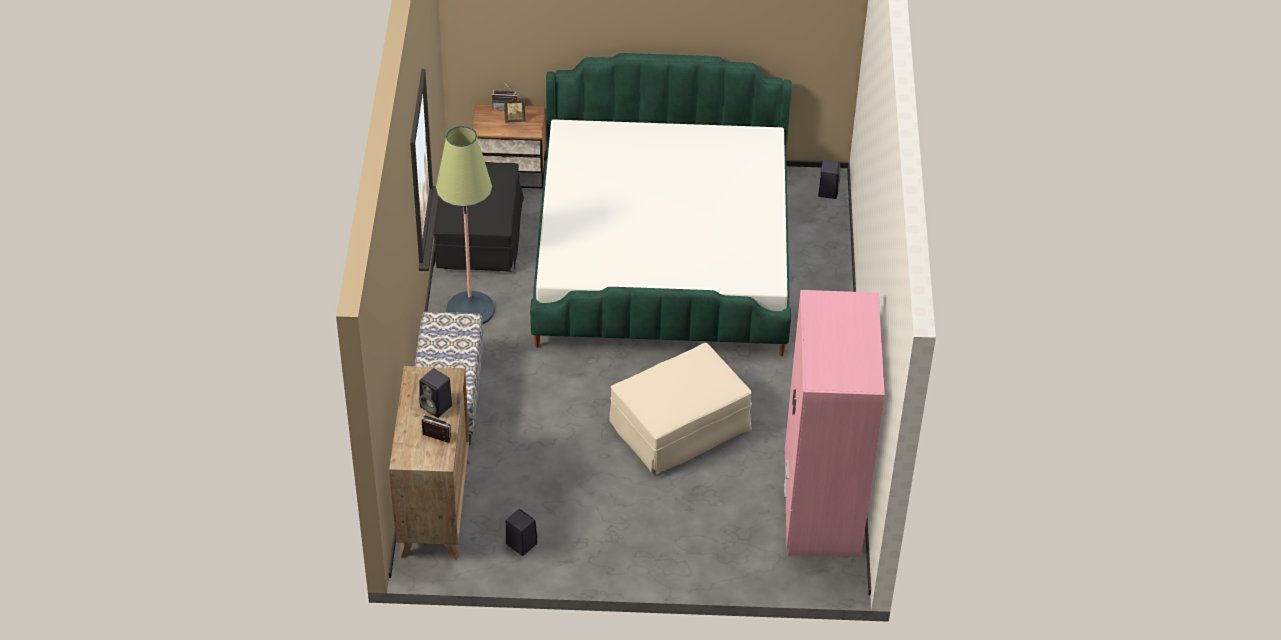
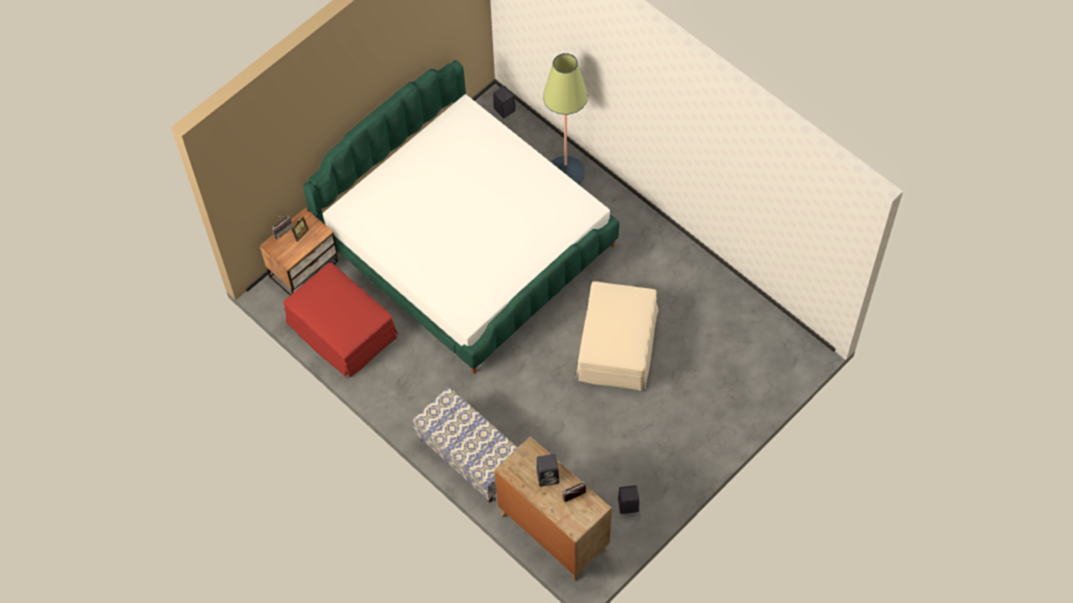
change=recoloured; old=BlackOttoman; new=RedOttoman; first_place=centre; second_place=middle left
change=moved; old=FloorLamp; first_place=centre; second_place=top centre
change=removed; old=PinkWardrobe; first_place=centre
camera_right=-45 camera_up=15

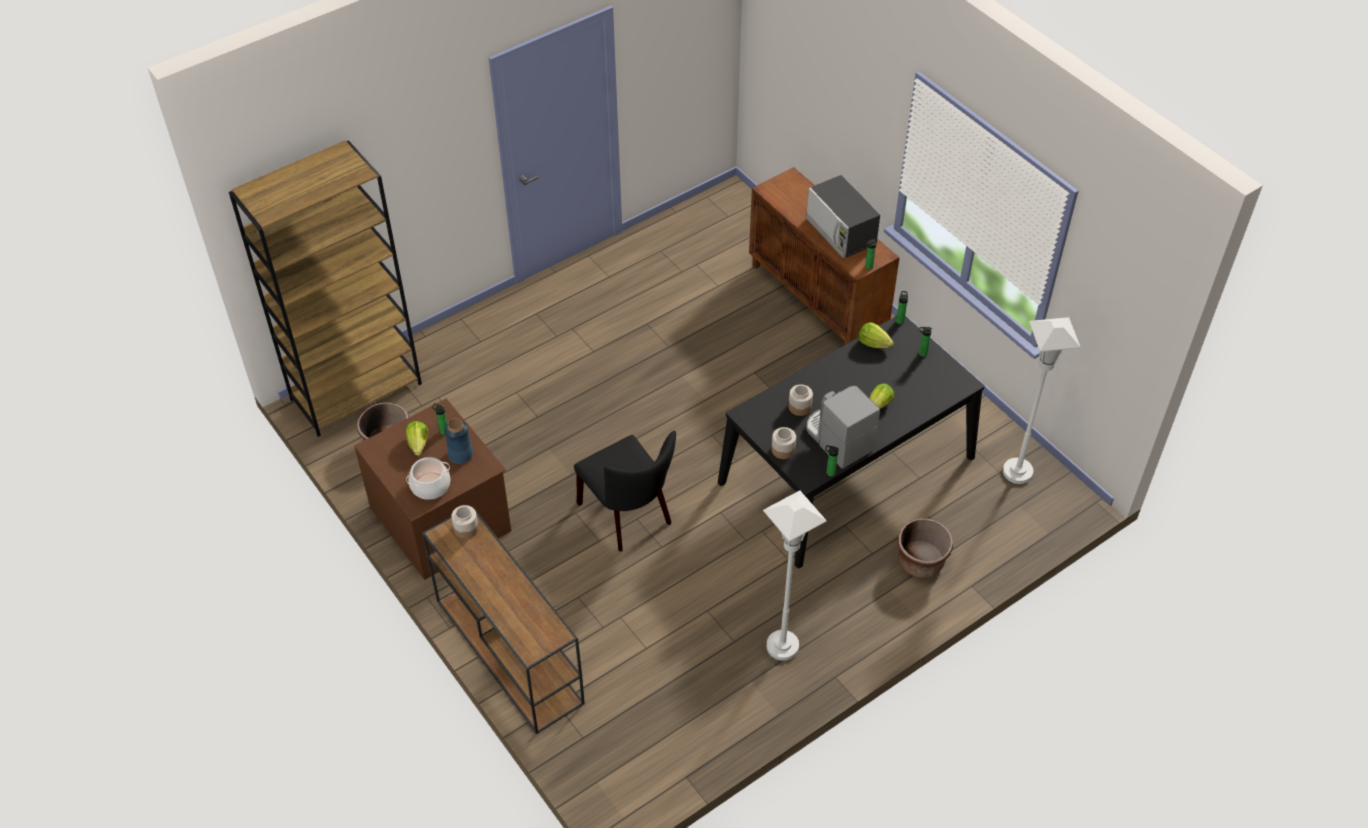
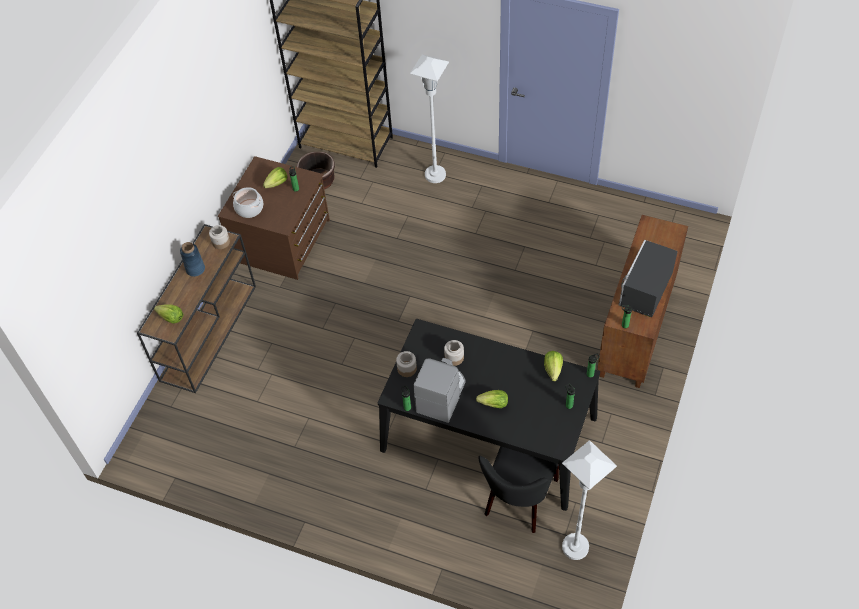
change=added; new=Lettuce (1st from left); second_place=middle left
change=moved; old=BlueVase; first_place=centre; second_place=middle left
change=moved; old=WhiteFloorLamp (1st from left); first_place=bottom centre; second_place=top centre
change=moved; old=BlackChair; first_place=centre; second_place=bottom centre
change=removed; old=BrownPlanter (2nd from left); first_place=middle right
camera_right=60 camera_up=5

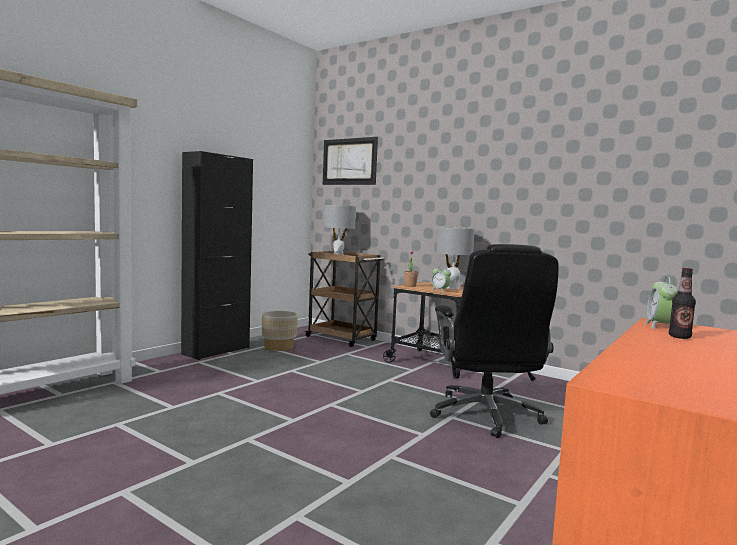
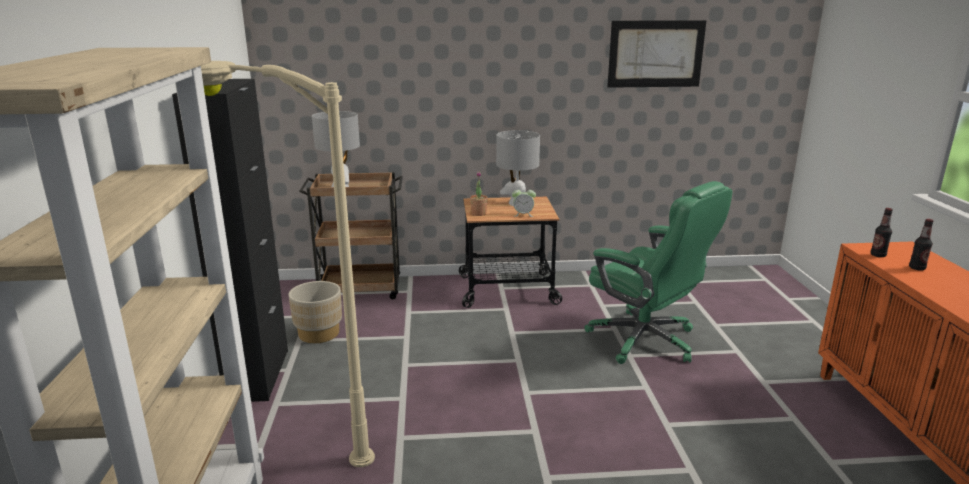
change=added; new=BeigeFloorLamp; second_place=middle left
change=recoloured; old=BlackOfficeChair; new=GreenOfficeChair; first_place=middle right; second_place=middle right
change=moved; old=Picture; first_place=top centre; second_place=top right
change=replaced; old=AlarmClock (2nd from left); new=Bottle (1st from left); first_place=middle right; second_place=middle right
camera_right=-40 camera_up=15

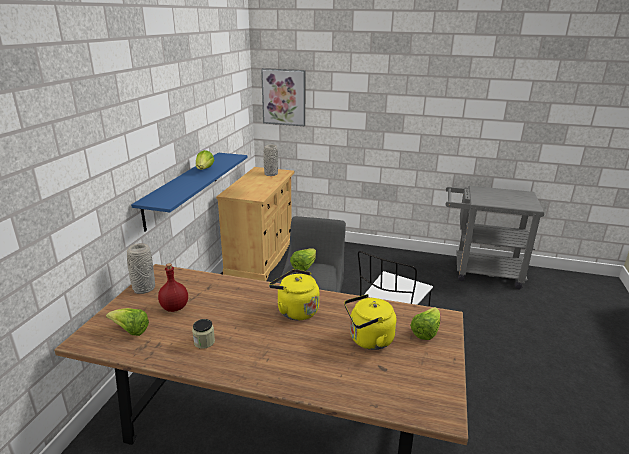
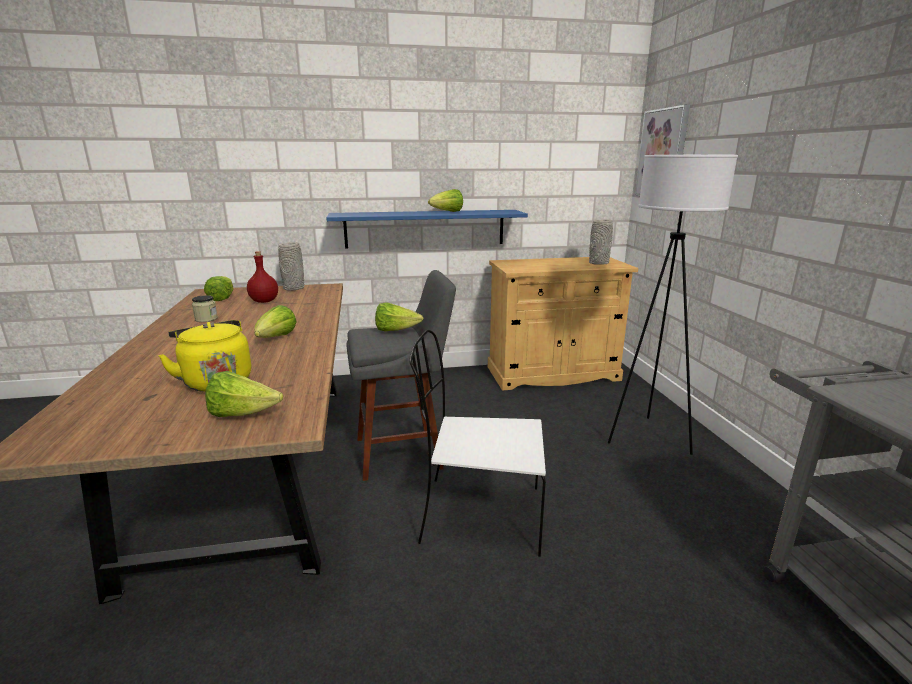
change=replaced; old=YellowKettle (1st from left); new=Lettuce (3rd from left); first_place=centre; second_place=middle left
change=added; new=WhiteFloorLamp; second_place=middle right
camera_right=65 camera_up=-5

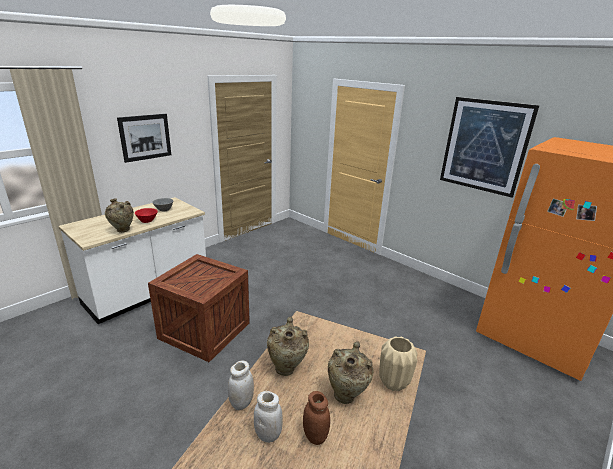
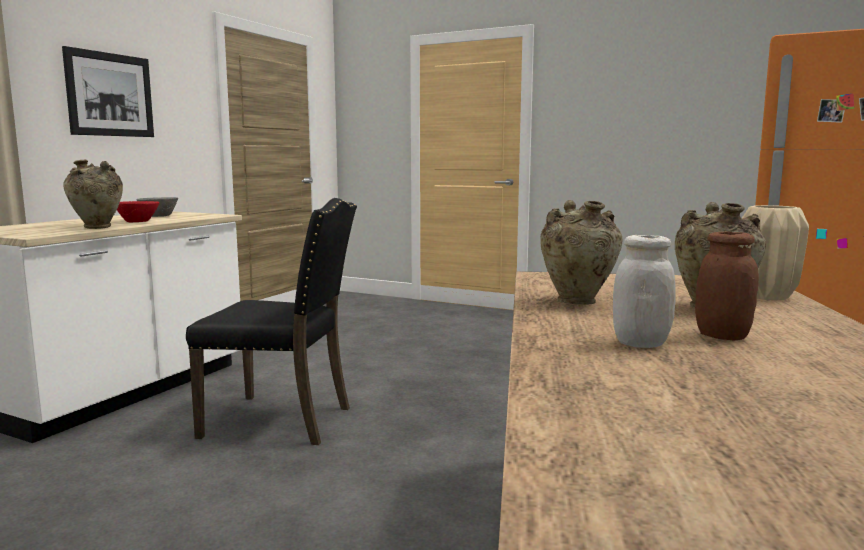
change=replaced; old=Crate; new=BlackChair; first_place=middle left; second_place=middle left
change=removed; old=WhiteJar (1st from left); first_place=bottom centre
change=removed; old=Picture (2nd from left); first_place=top right
camera_right=-15 camera_up=-15

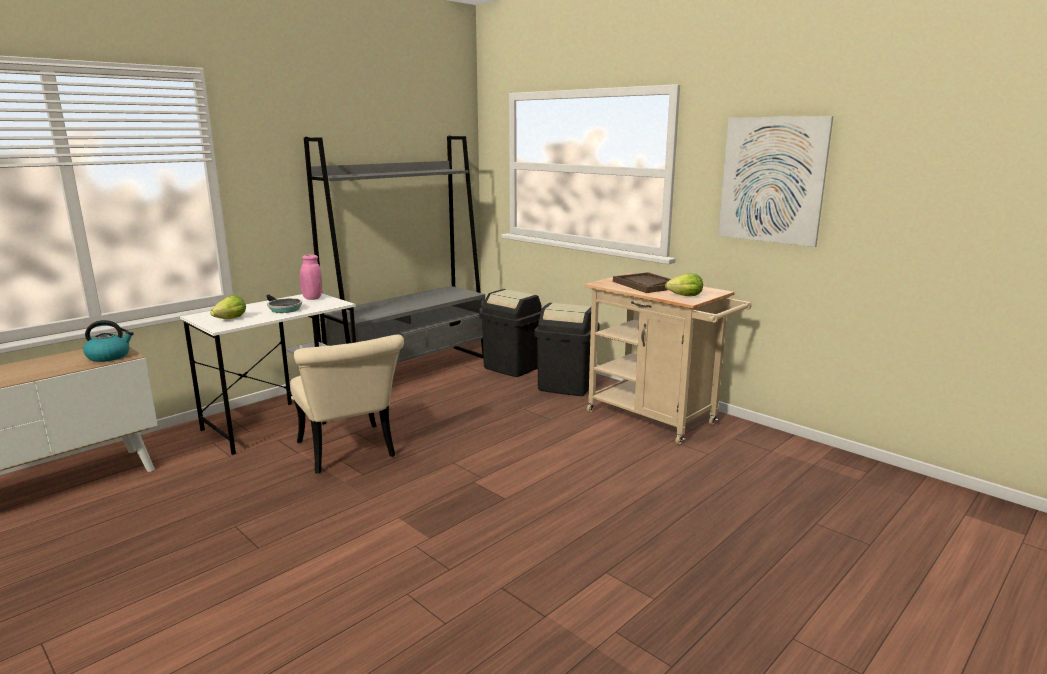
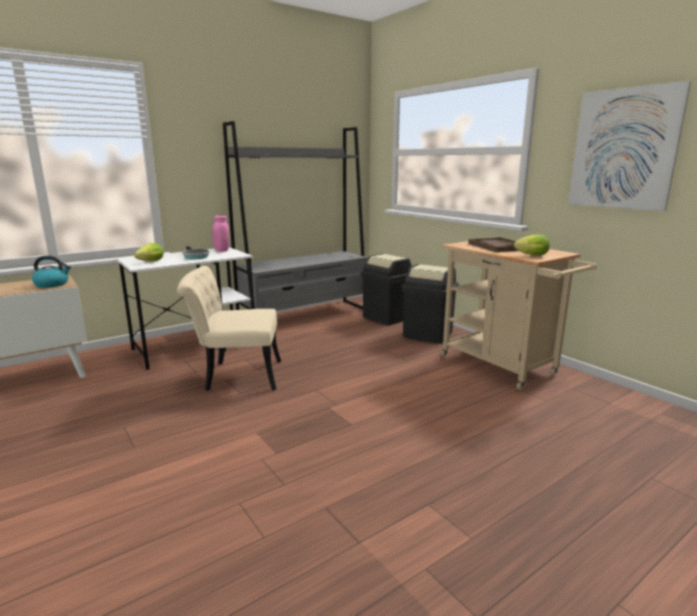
change=turned; old=BeigeChair; first_place=middle left; second_place=middle left; degrees=105
camera_right=10 camera_up=0

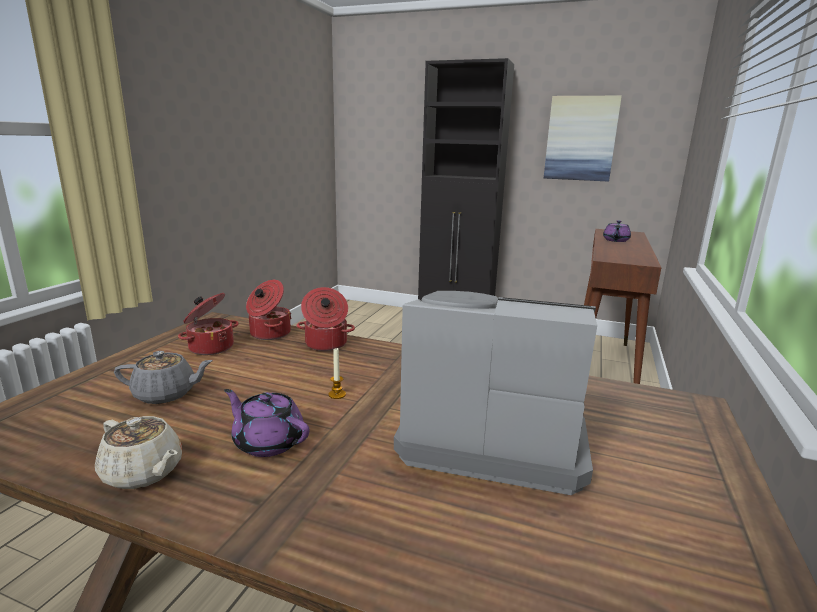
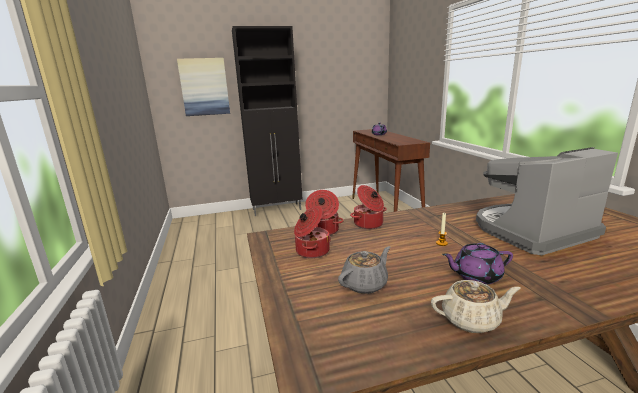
change=moved; old=Picture; first_place=top right; second_place=top left
camera_right=-35 camera_up=0

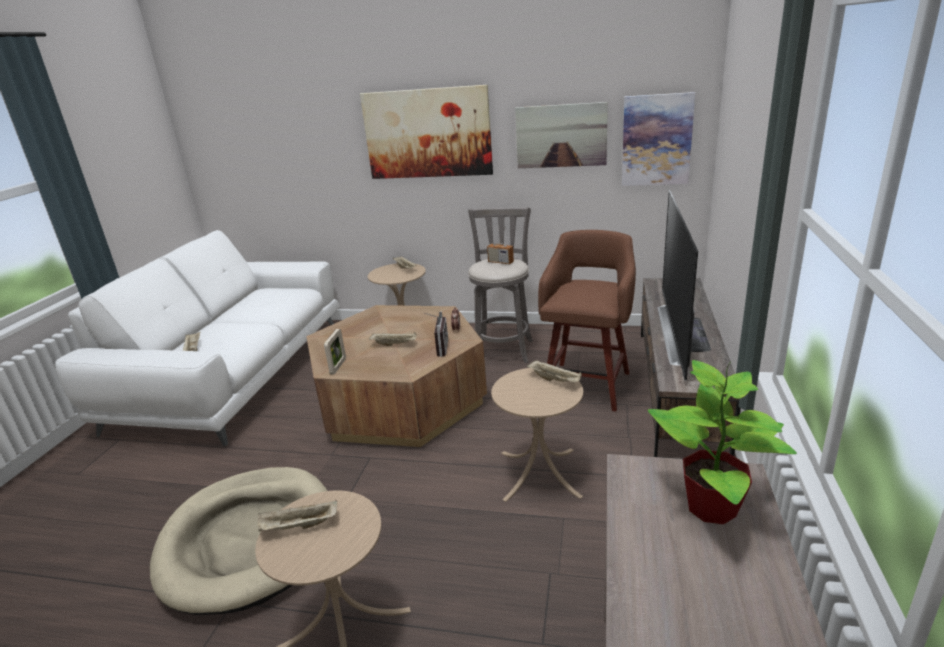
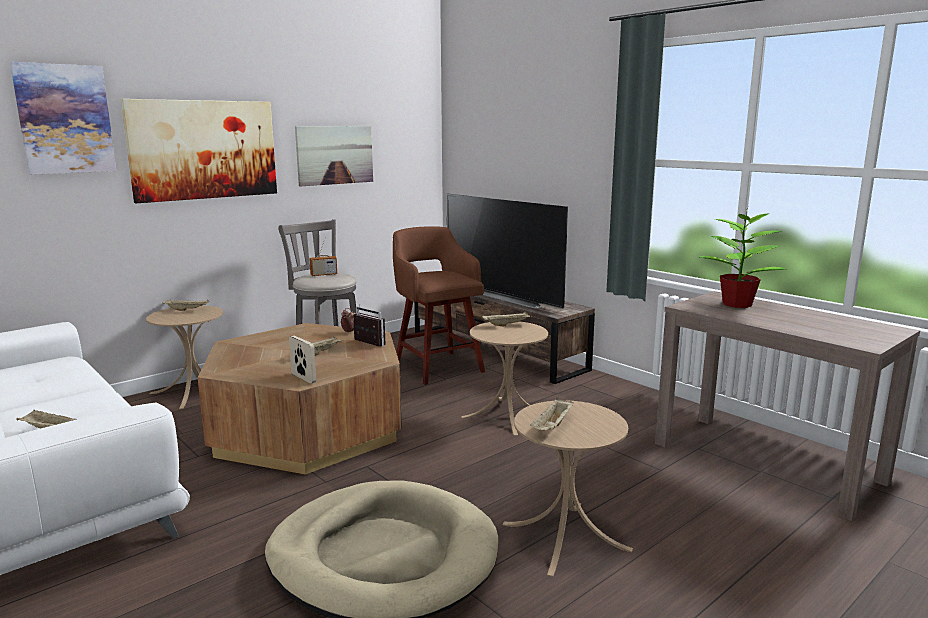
change=moved; old=Picture (3rd from left in the first image); new=Picture (1st from left); first_place=top right; second_place=top left
camera_right=-55 camera_up=-10

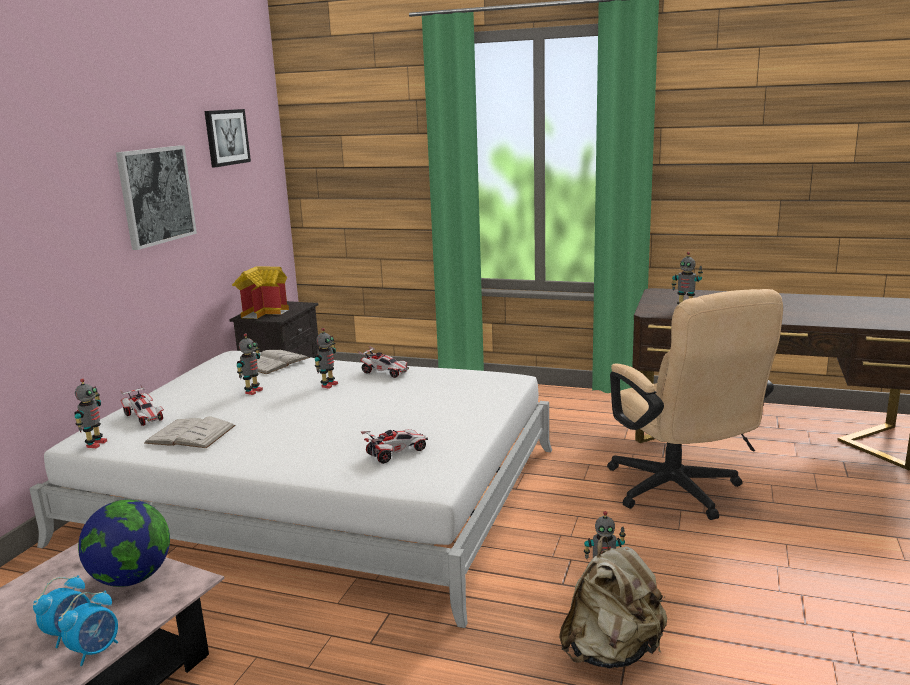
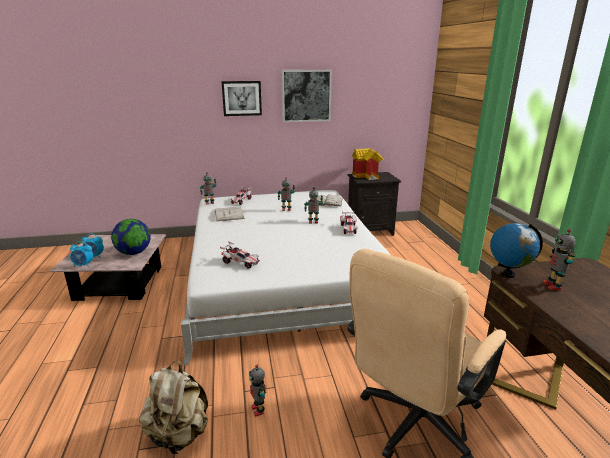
change=moved; old=Picture (2nd from left in the first image); new=Picture (1st from left); first_place=top left; second_place=top centre
change=added; new=Globe (2nd from left); second_place=middle right
camera_right=60 camera_up=5

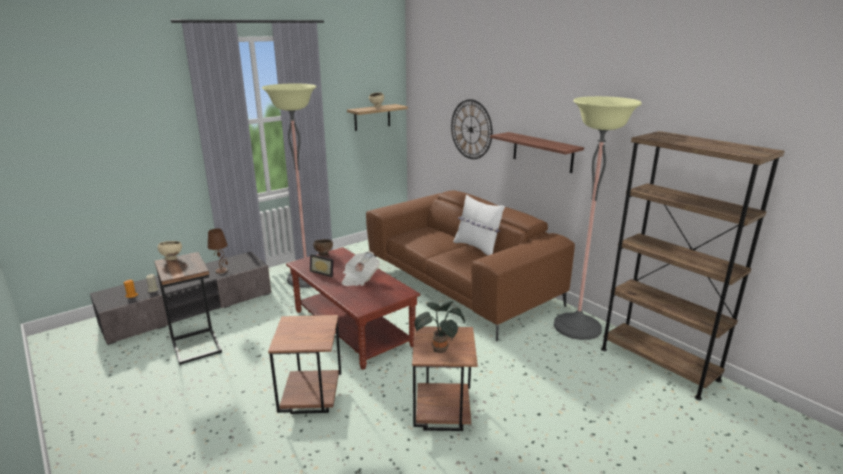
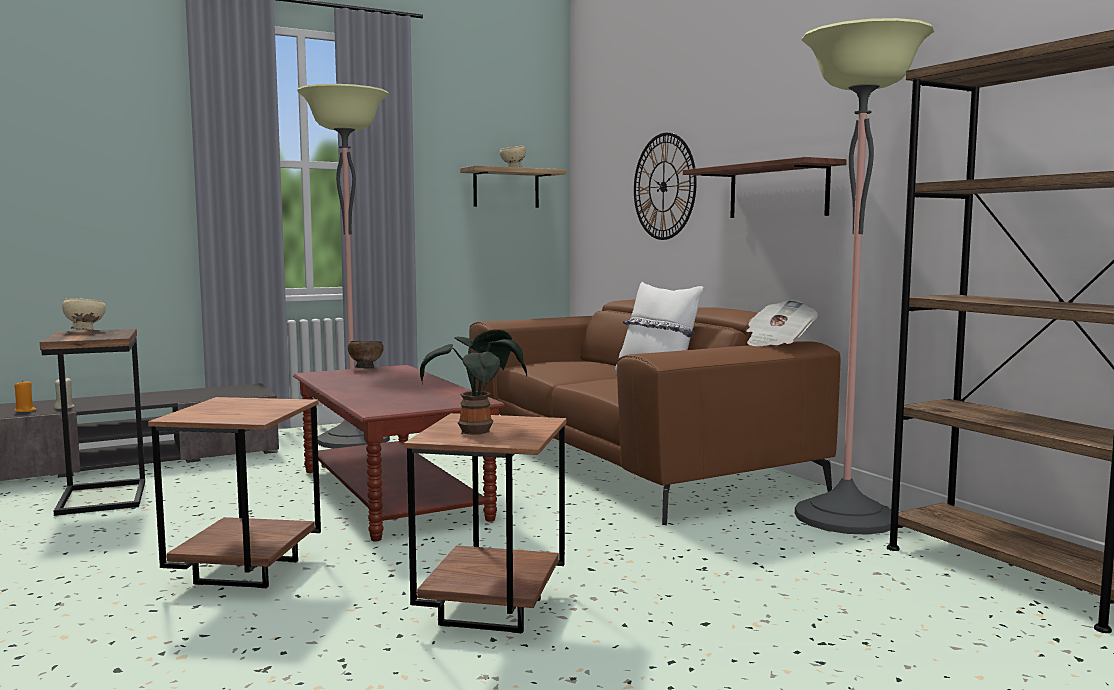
change=moved; old=Newspaper; first_place=centre; second_place=middle right
change=removed; old=BrownTableLamp; first_place=middle left
change=removed; old=PictureFrame; first_place=centre
camera_right=10 camera_up=-15

